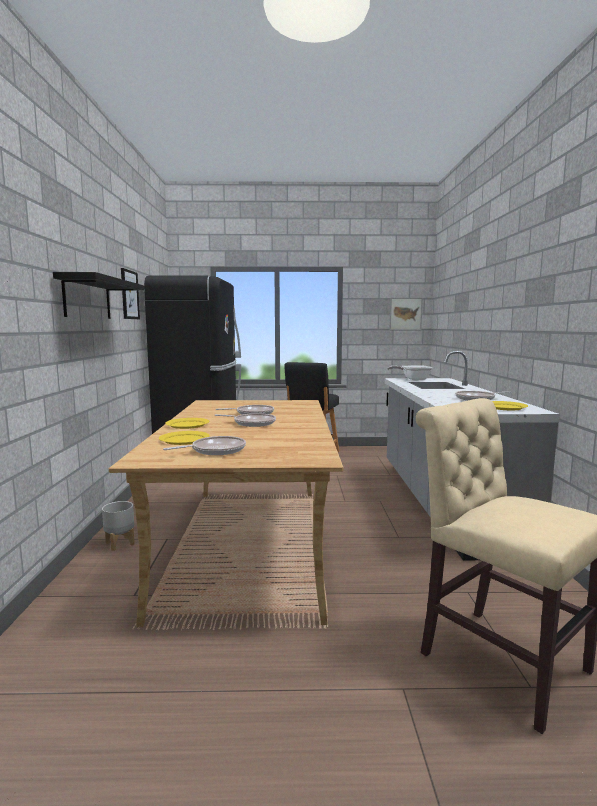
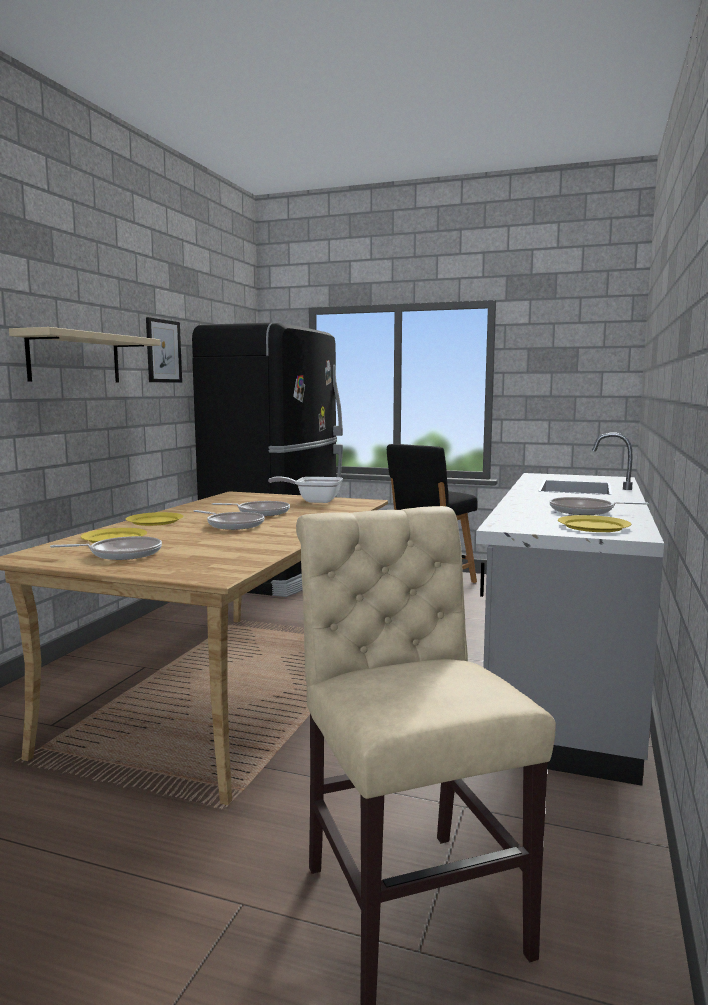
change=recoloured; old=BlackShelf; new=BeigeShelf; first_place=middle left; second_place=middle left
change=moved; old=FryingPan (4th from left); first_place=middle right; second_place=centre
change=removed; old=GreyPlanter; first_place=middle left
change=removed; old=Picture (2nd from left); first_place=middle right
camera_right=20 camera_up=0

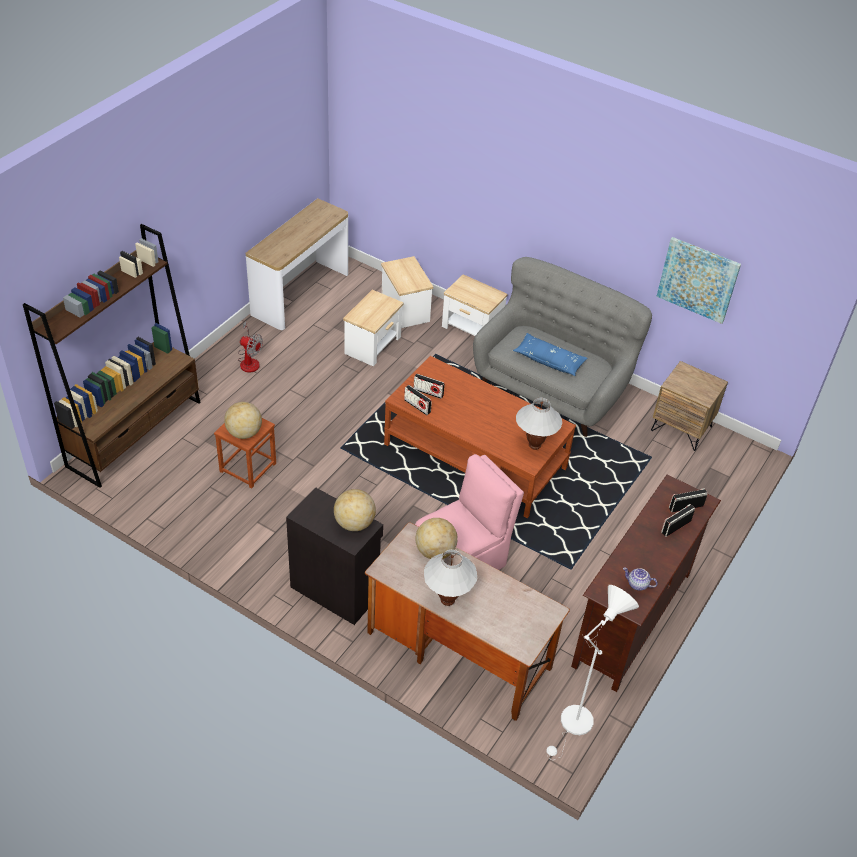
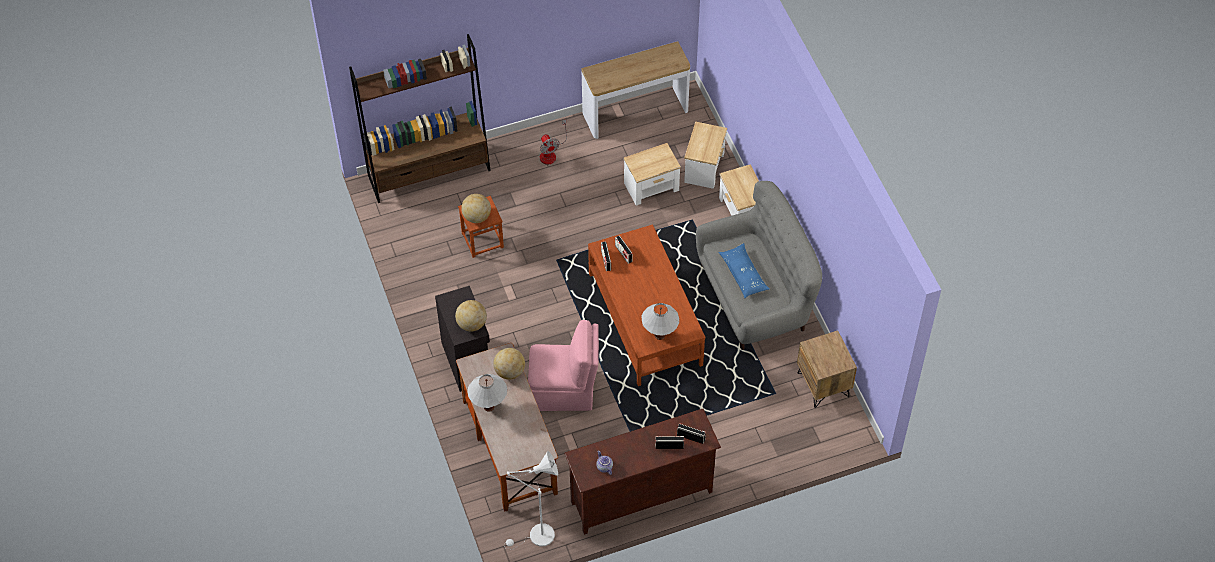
change=removed; old=Picture; first_place=top right
camera_right=40 camera_up=10

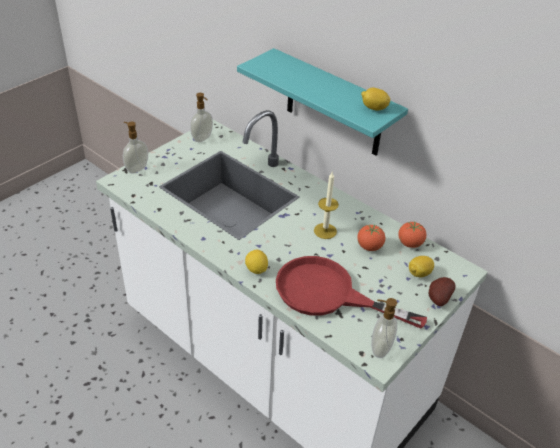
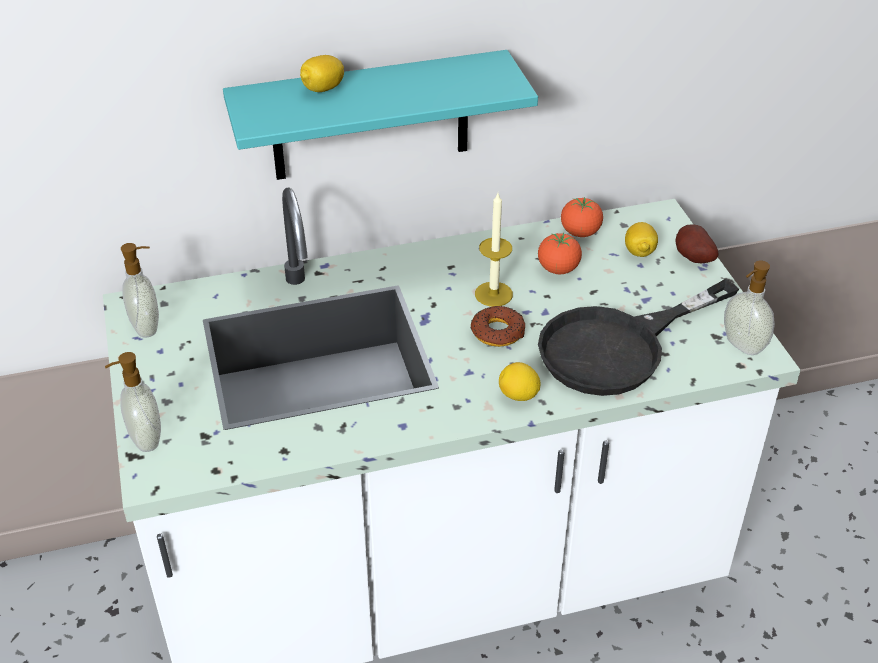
change=moved; old=Lemon (2nd from left in the first image); new=Lemon (1st from left); first_place=top right; second_place=top centre
change=added; new=Donut; second_place=centre
change=recoloured; old=RedFryingPan; new=BlackFryingPan; first_place=centre; second_place=middle right
camera_right=-55 camera_up=0

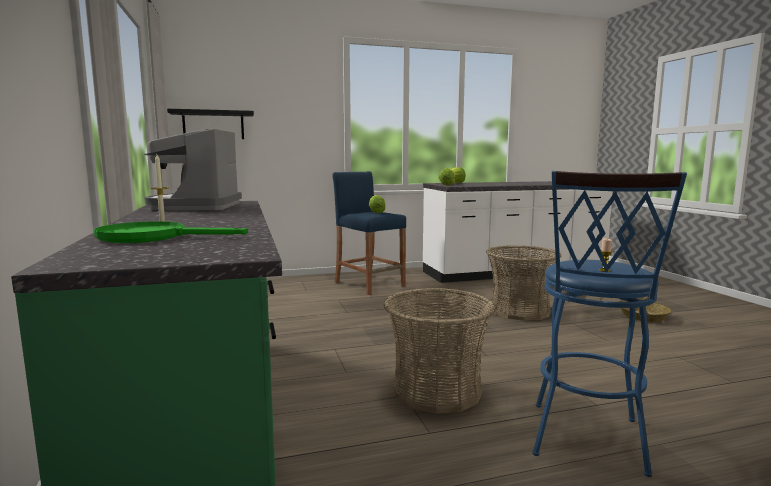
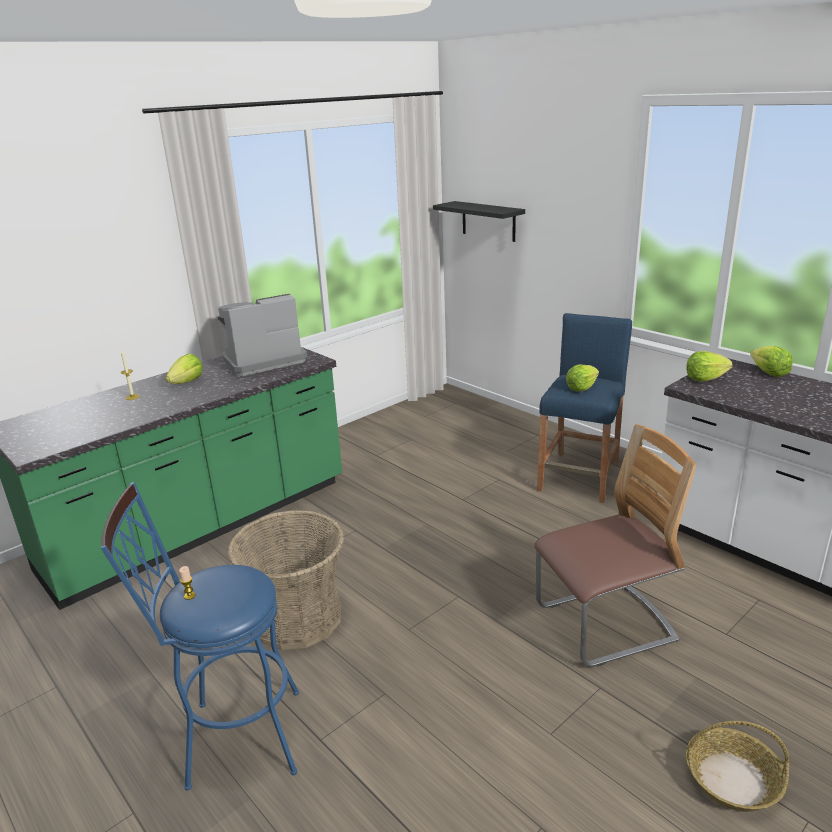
change=added; new=Lettuce (1st from left); second_place=middle left
change=replaced; old=Basket (2nd from left); new=Chair; first_place=middle right; second_place=middle right
change=removed; old=GreenFryingPan; first_place=middle left
camera_right=65 camera_up=15

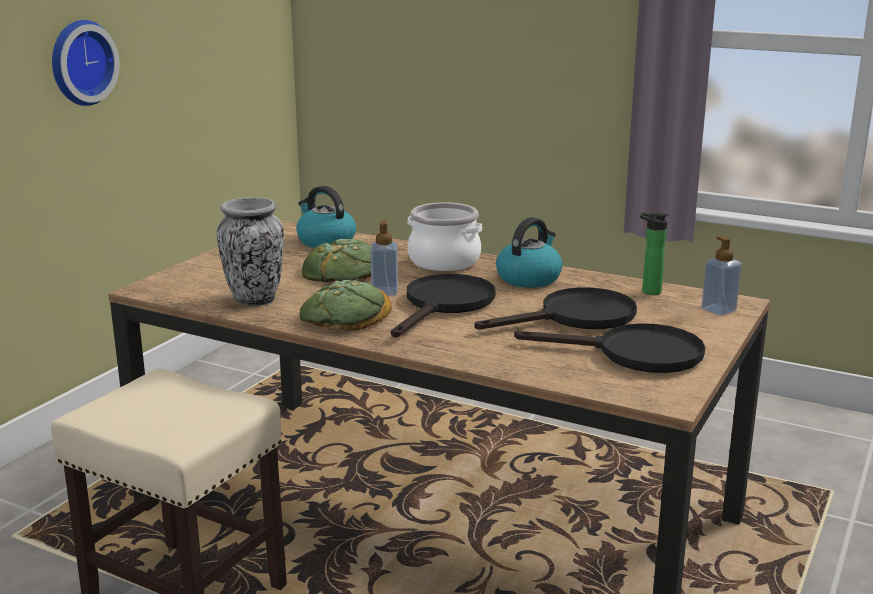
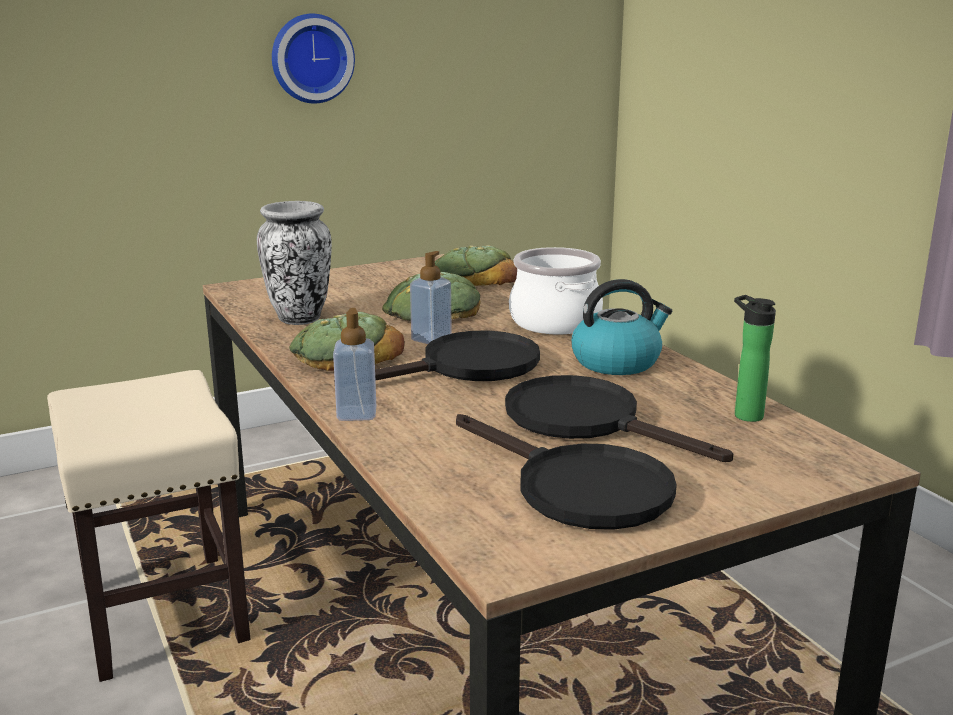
change=moved; old=SoapDispenser (2nd from left in the first image); new=SoapDispenser (1st from left); first_place=middle right; second_place=centre
change=replaced; old=Kettle (1st from left); new=Bread (3rd from left); first_place=centre; second_place=centre
change=turned; old=BlackFryingPan (2nd from left in the first image); first_place=centre; second_place=centre; degrees=-150
camera_right=35 camera_up=0

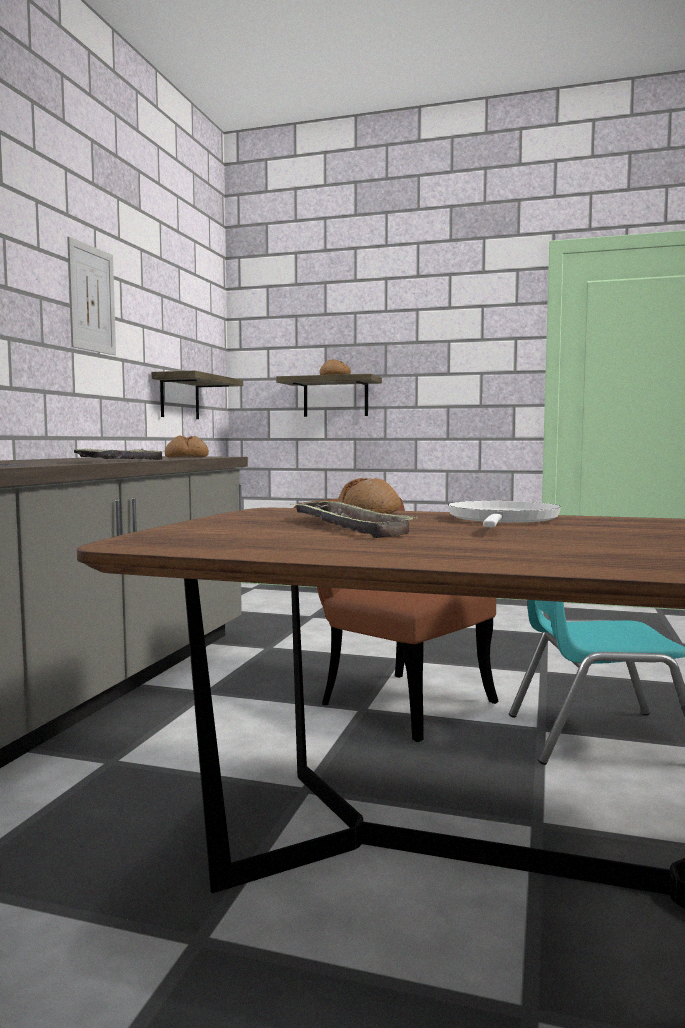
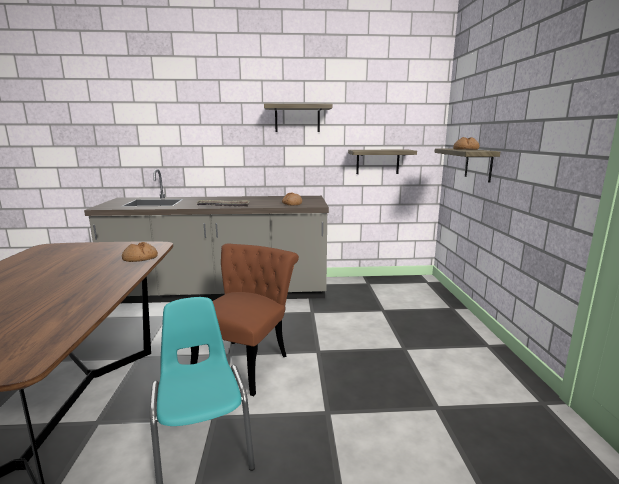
change=replaced; old=Picture; new=Shelf (1st from left); first_place=top left; second_place=top centre
change=removed; old=Tray (2nd from left); first_place=centre
change=removed; old=WhiteFryingPan; first_place=middle right
camera_right=70 camera_up=10

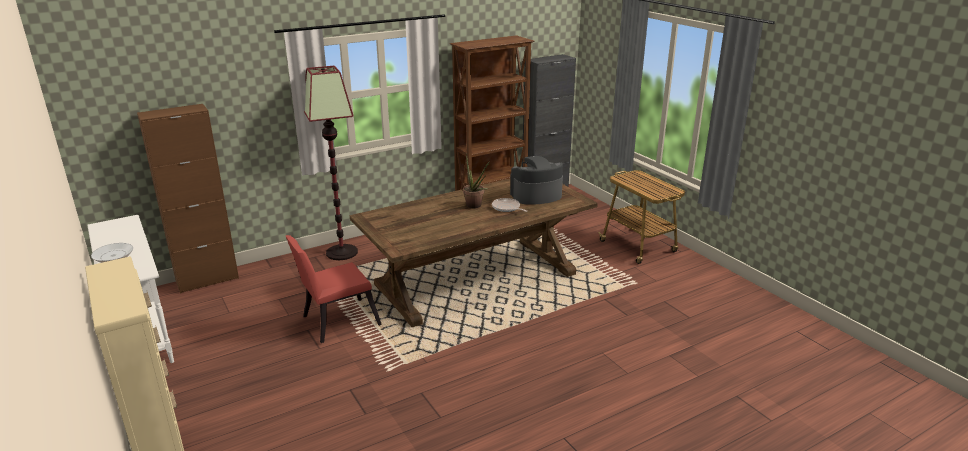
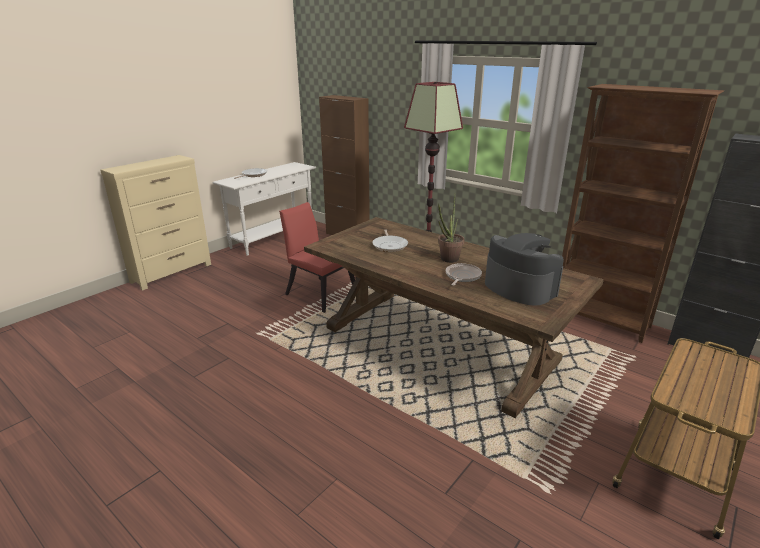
change=added; new=FryingPan (2nd from left); second_place=centre
camera_right=70 camera_up=0

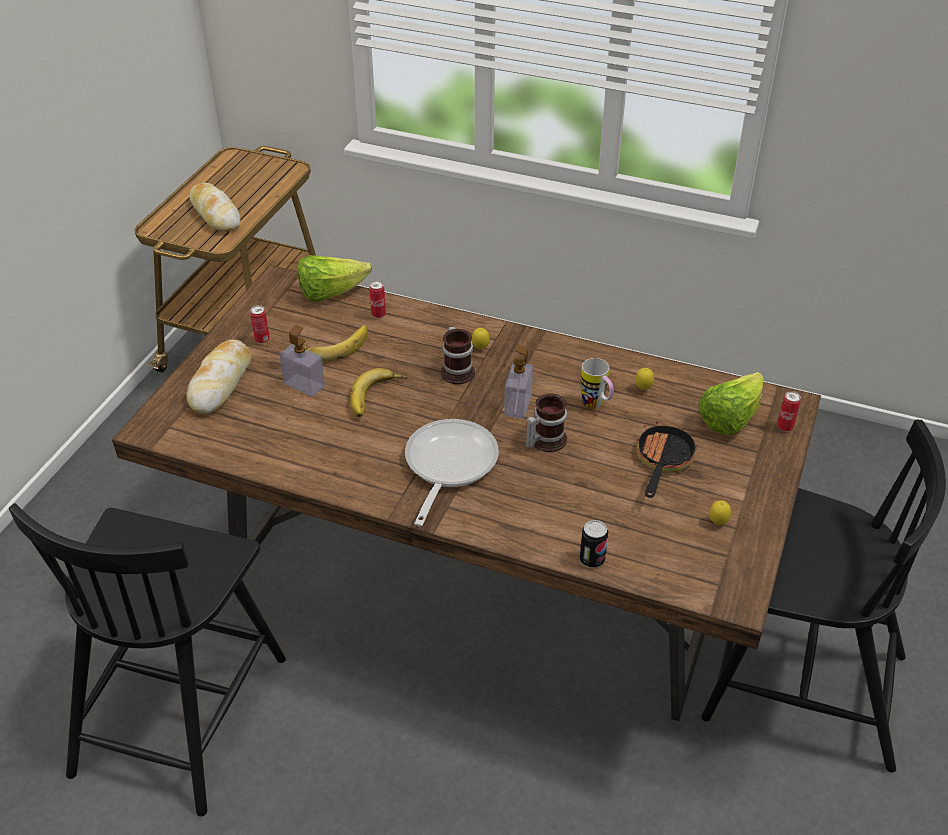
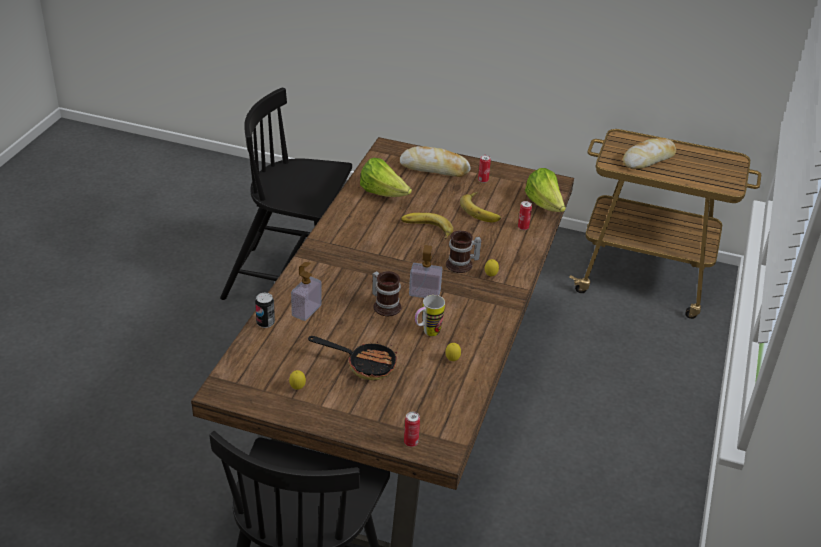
change=moved; old=SoapDispenser (1st from left); first_place=middle left; second_place=centre
change=moved; old=Lettuce (2nd from left in the first image); new=Lettuce (1st from left); first_place=middle right; second_place=top centre
change=removed; old=FryingPan (1st from left); first_place=centre
camera_right=85 camera_up=-5

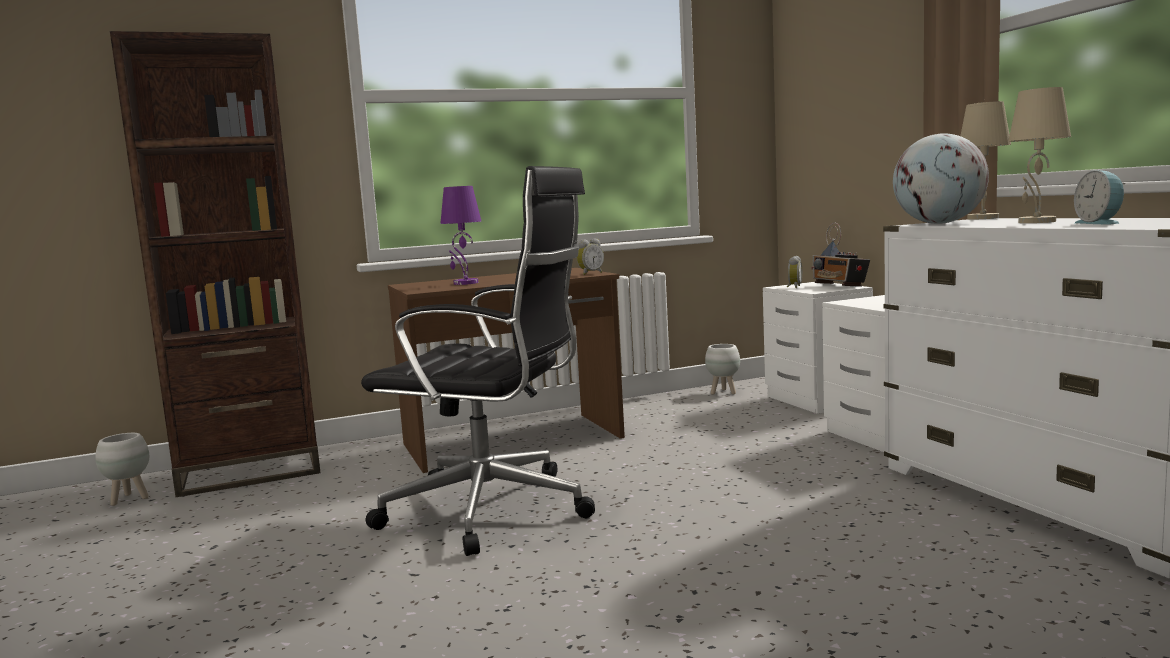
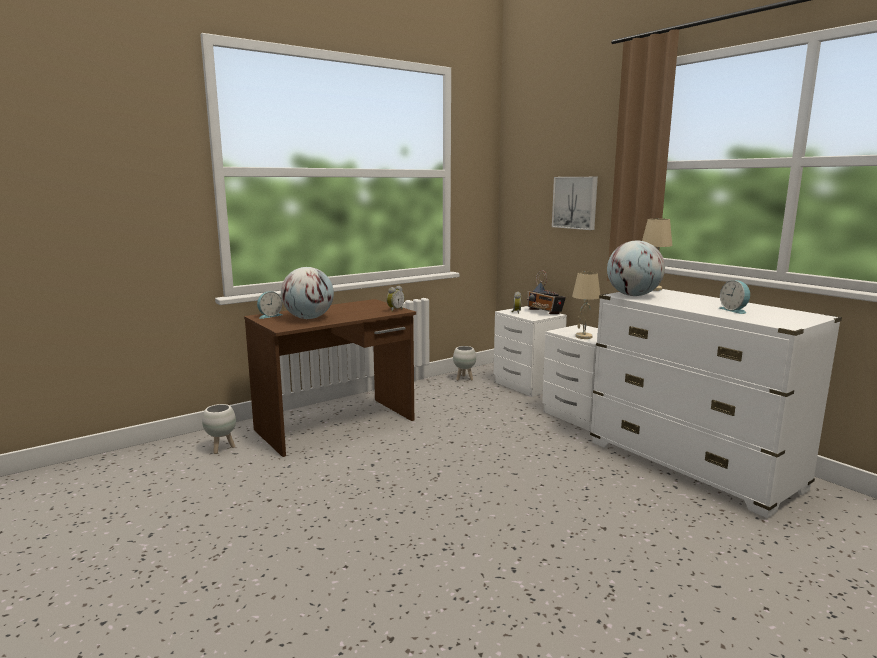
change=moved; old=WhitePlanter (1st from left); first_place=bottom left; second_place=middle left
change=added; new=AlarmClock (1st from left); second_place=middle left
change=replaced; old=PurpleTableLamp; new=Globe (1st from left); first_place=centre; second_place=centre
change=added; new=Picture; second_place=top centre
change=moved; old=BeigeTableLamp (2nd from left in the first image); new=BeigeTableLamp (1st from left); first_place=top right; second_place=middle right
change=removed; old=BrownBookcase; first_place=middle left
change=removed; old=BlackOfficeChair; first_place=centre
camera_right=-15 camera_up=5

